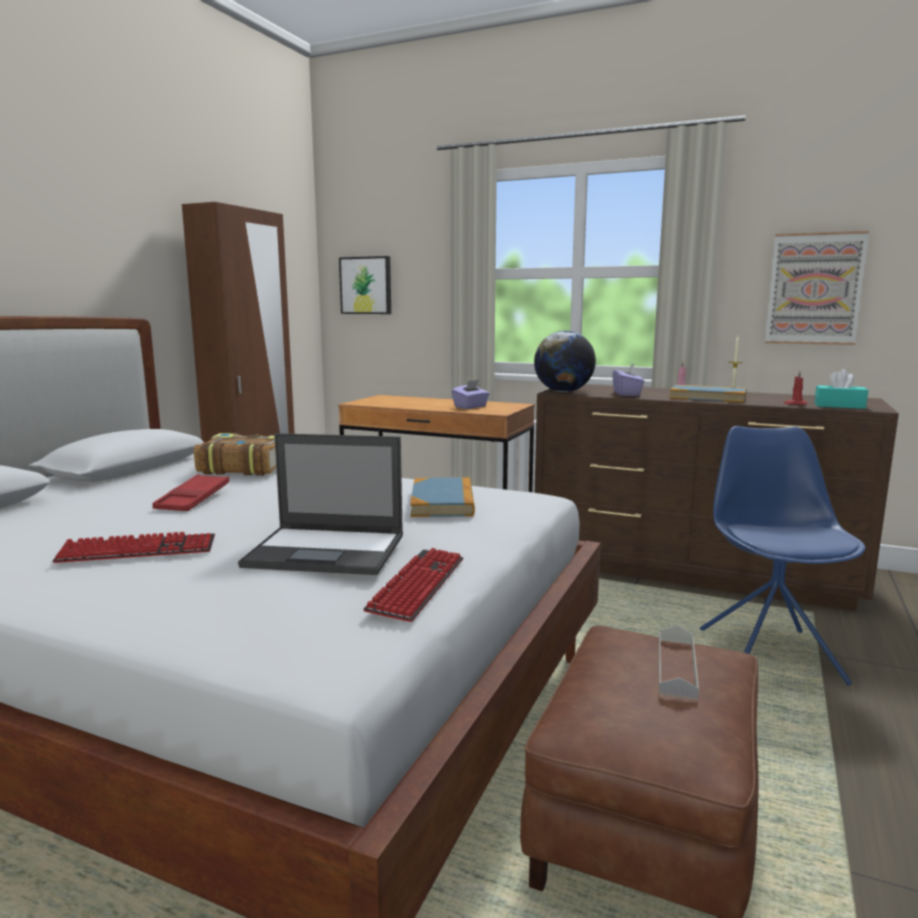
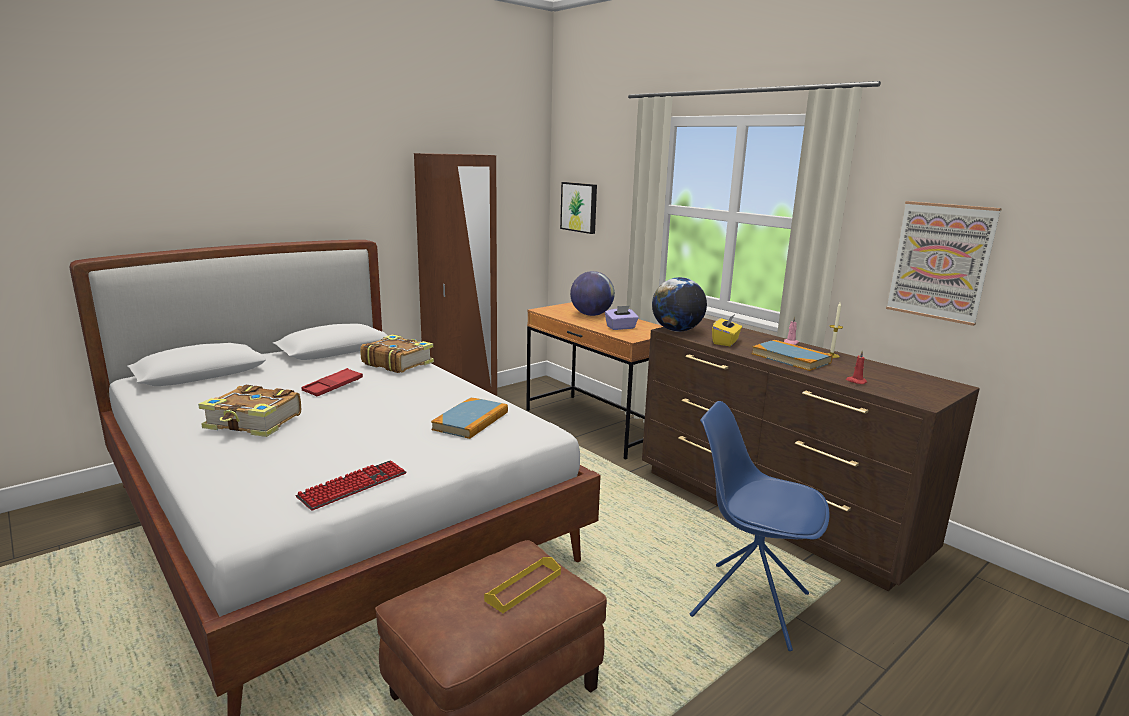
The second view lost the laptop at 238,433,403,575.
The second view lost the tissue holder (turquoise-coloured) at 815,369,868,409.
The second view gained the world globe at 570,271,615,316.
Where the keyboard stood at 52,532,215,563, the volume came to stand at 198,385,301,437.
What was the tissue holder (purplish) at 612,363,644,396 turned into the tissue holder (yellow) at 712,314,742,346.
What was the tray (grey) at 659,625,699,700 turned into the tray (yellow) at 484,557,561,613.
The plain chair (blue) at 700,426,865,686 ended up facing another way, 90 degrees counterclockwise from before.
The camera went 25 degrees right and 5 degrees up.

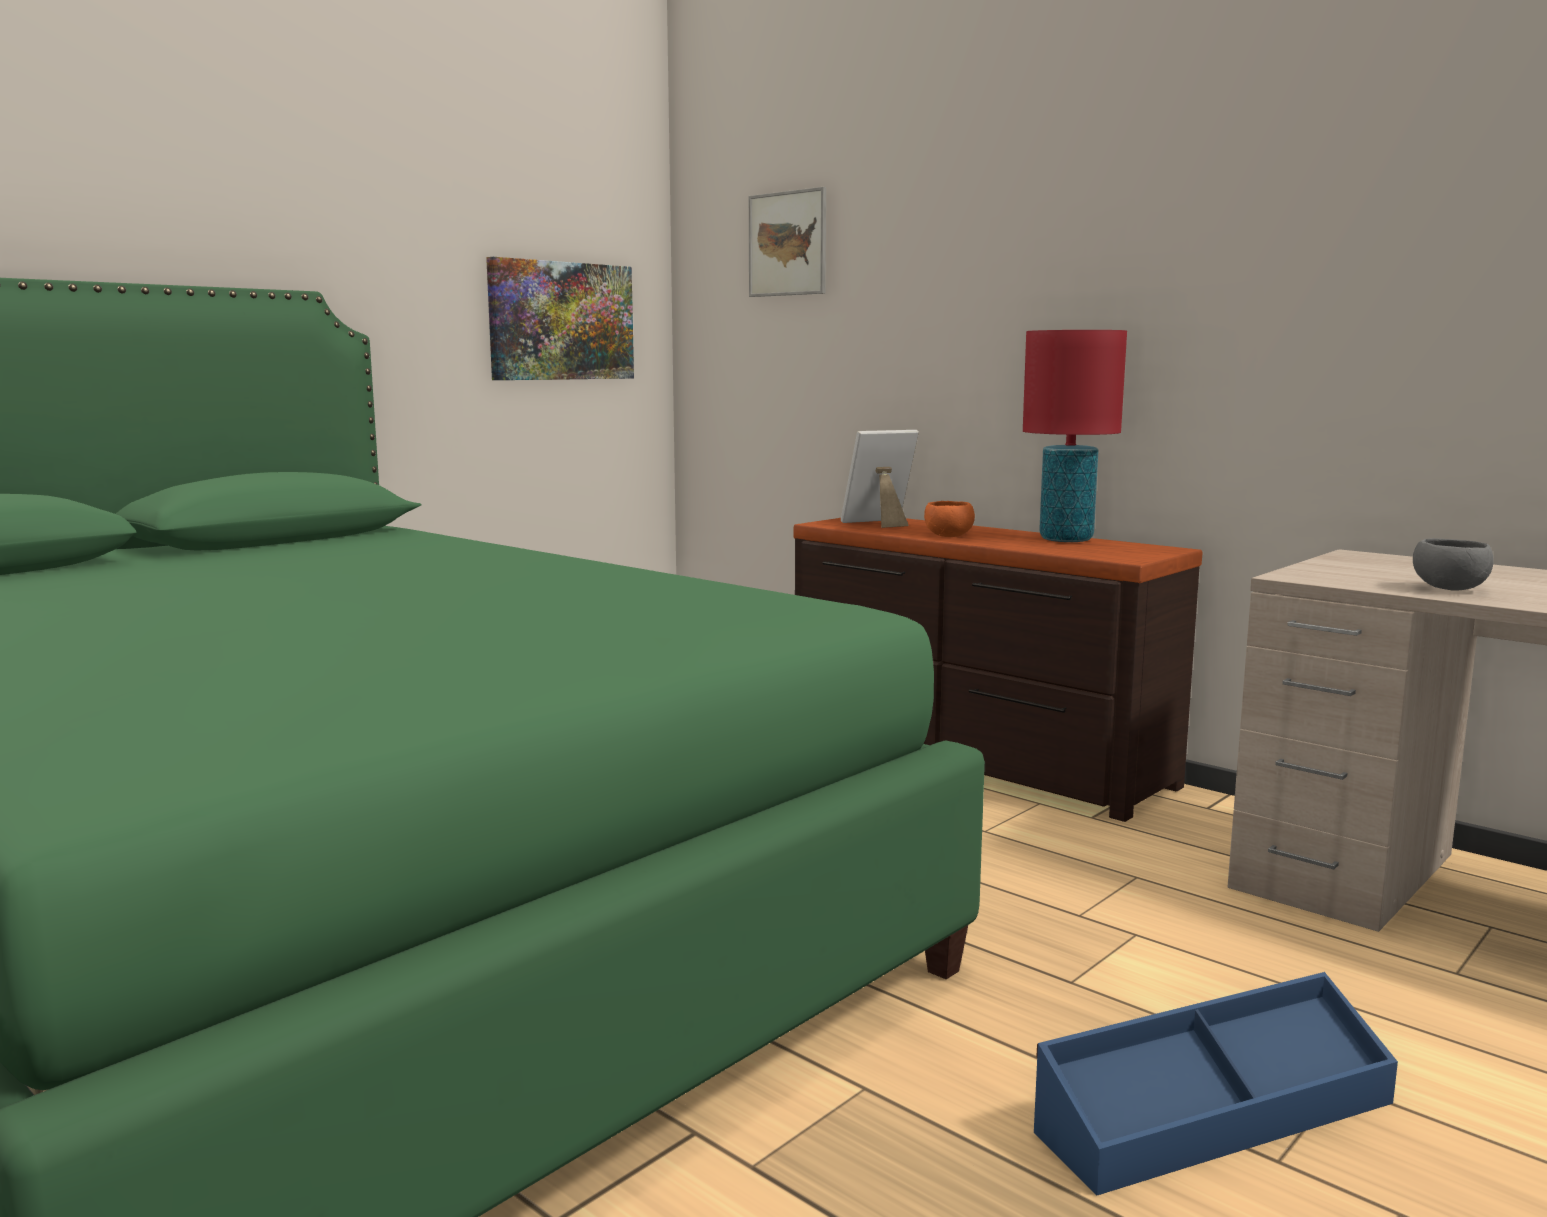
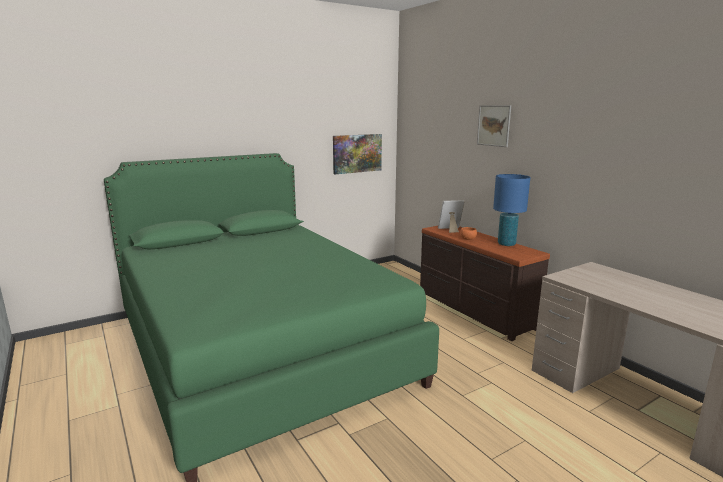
The second view lost the storage bin (blue) at 1034,972,1398,1196.
The second view lost the deep dish (grey) at 1413,538,1494,591.
The wall picture ended up elsewhere, having gone from 749,187,826,297 to 477,105,511,147.
What was the tabletop lamp (red-coloured) at 1023,330,1127,542 turned into the tabletop lamp (blue) at 493,174,530,246.
The camera went 15 degrees right and 5 degrees up.

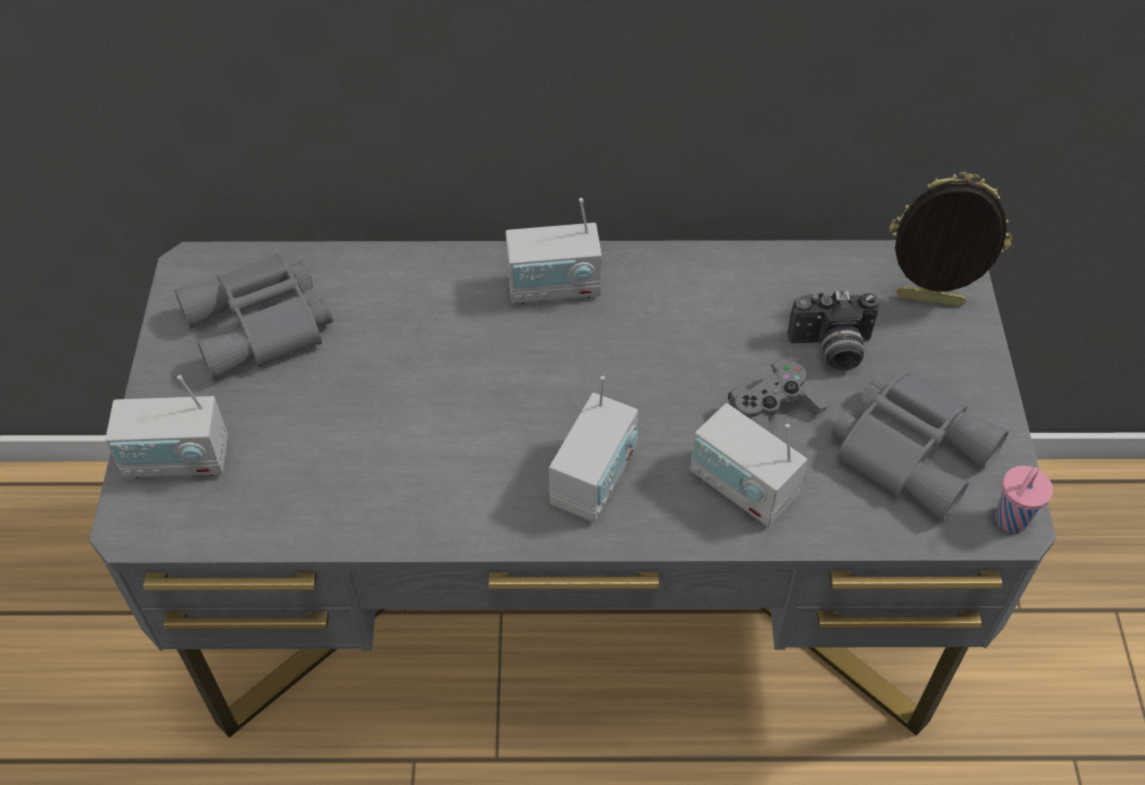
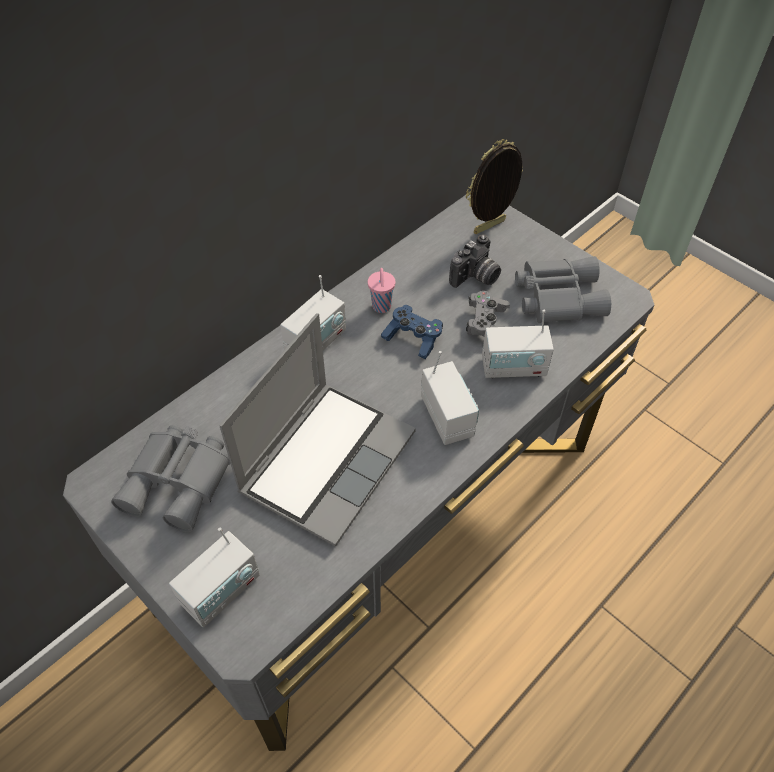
The second view gained the laptop at 219,313,416,547.
The second view gained the game controller (blue) at 381,305,443,359.
The small cup (pink-coloured) ended up elsewhere, having gone from 995,466,1053,533 to 368,268,396,313.
The camera went 45 degrees left and 0 degrees up.

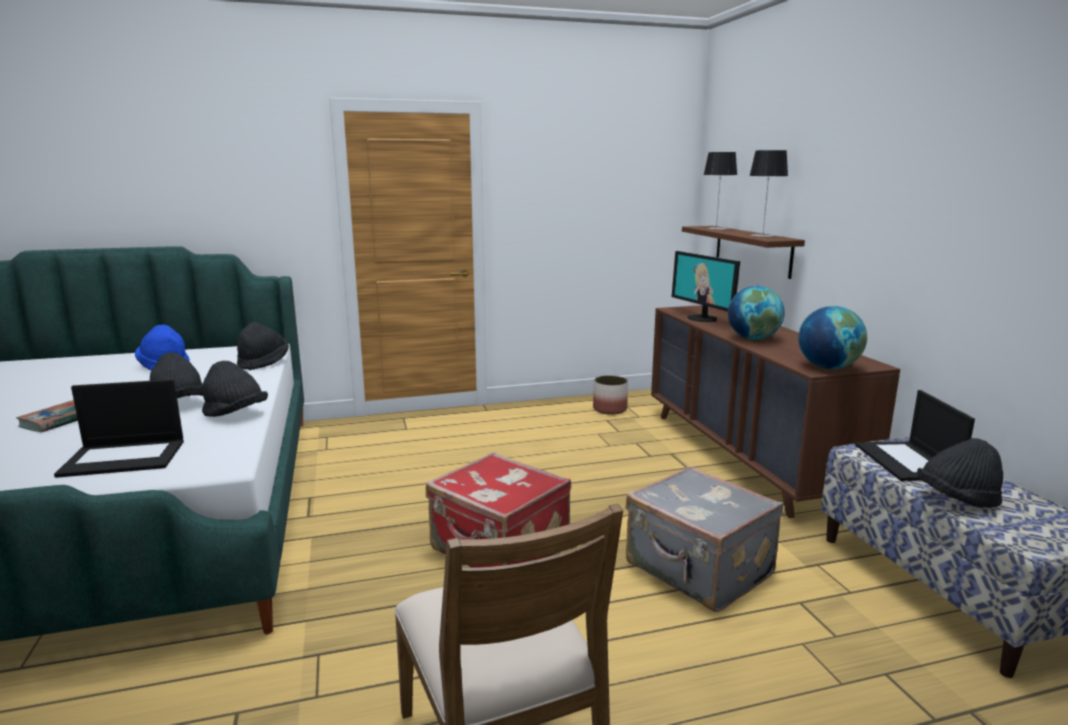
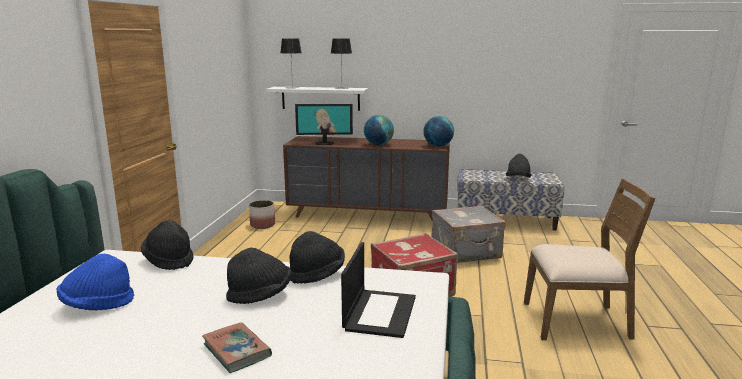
The second view lost the laptop at 855,390,975,481.
What was the bracket shelf (brown-coloured) at 682,226,805,279 turned into the bracket shelf (whitish) at 266,87,368,111.
The camera went 65 degrees left and 0 degrees up.

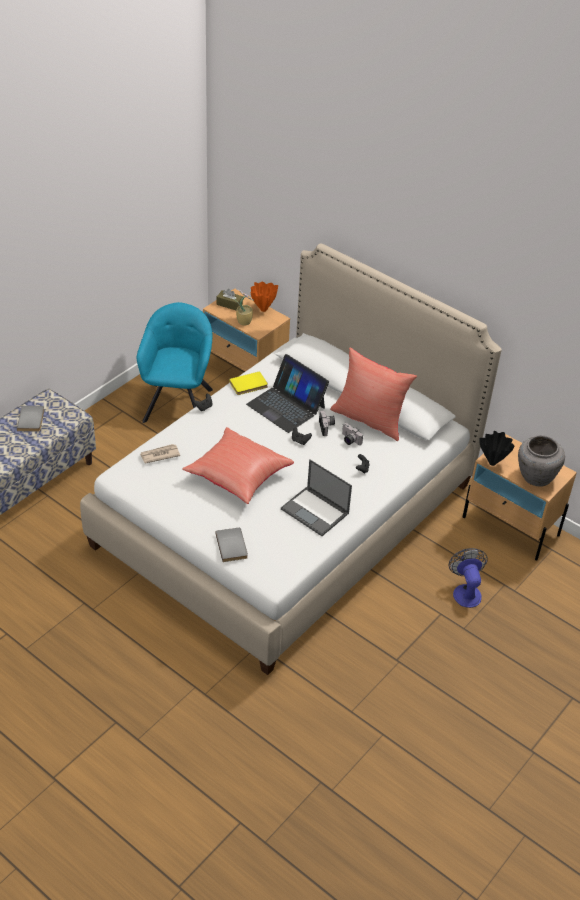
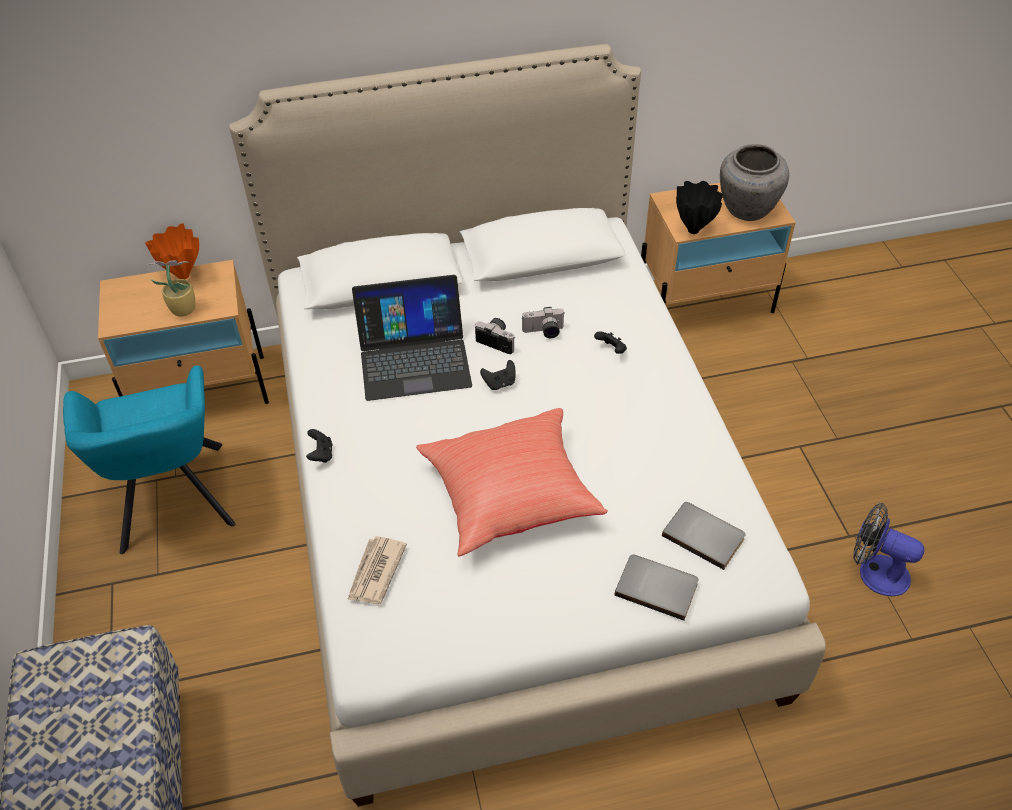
The second view lost the tissue holder (brown-coloured) at 217,289,243,310.
The second view lost the volume (yellow) at 229,371,268,395.
The second view lost the laptop at 281,459,352,536.
The second view lost the pillow (red-coloured) at 330,347,417,441.
The volume (grey) ended up elsewhere, having gone from 17,406,44,432 to 662,502,746,570.
The fan ended up elsewhere, having gone from 449,548,488,608 to 853,503,924,596.
The easy chair (turquoise-coloured) at 137,302,213,423 ended up facing another way, 150 degrees counterclockwise from before.
The camera went 50 degrees left and 5 degrees up.

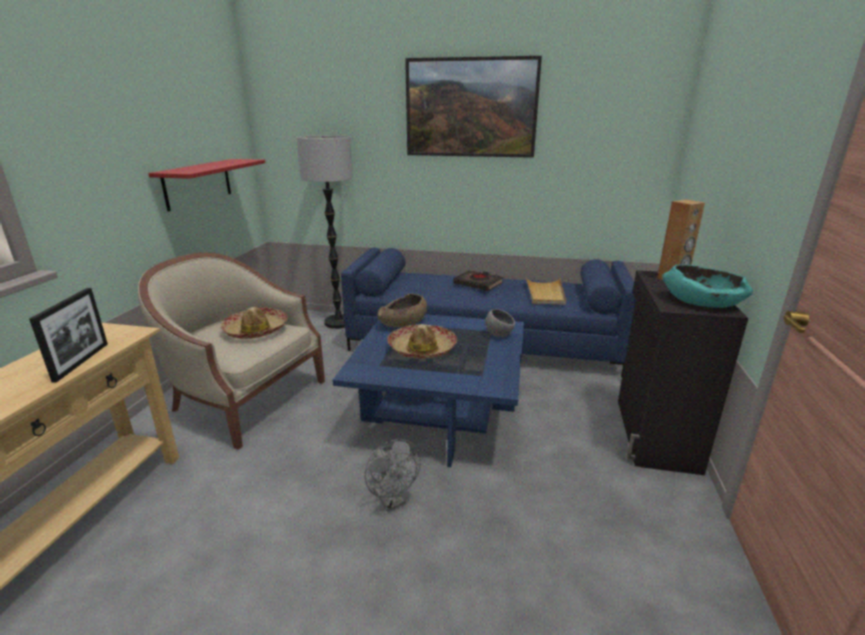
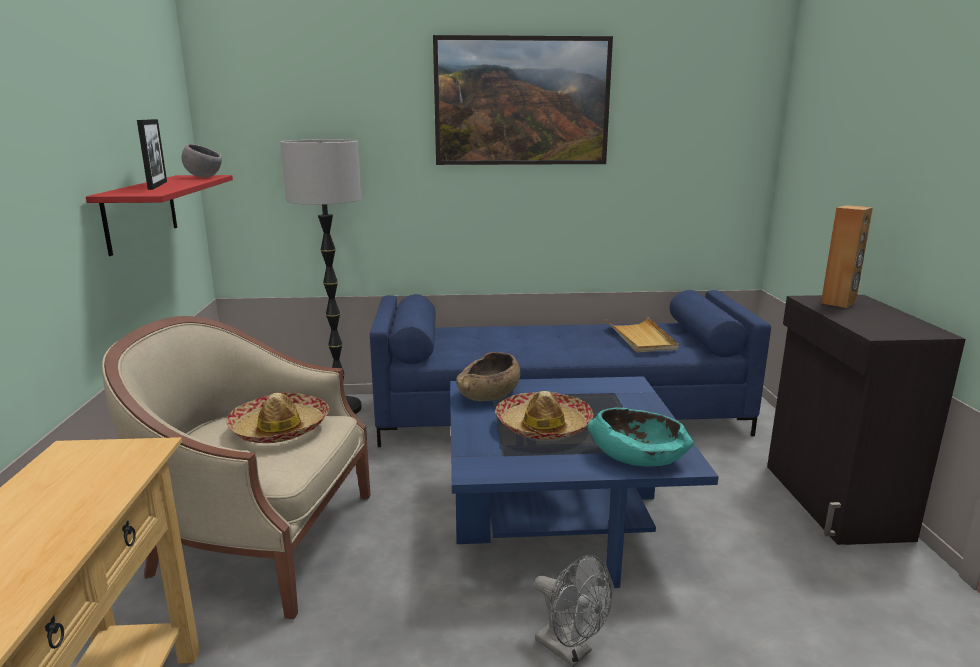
The second view lost the volume (blackish) at 453,270,504,291.
The photo frame ended up elsewhere, having gone from 29,288,108,382 to 137,119,167,190.
The deep dish (grey) ended up elsewhere, having gone from 485,309,515,337 to 181,144,222,177.
The deep dish (turquoise-coloured) ended up elsewhere, having gone from 662,264,753,308 to 587,408,693,466.
The camera went 15 degrees left and 5 degrees down.

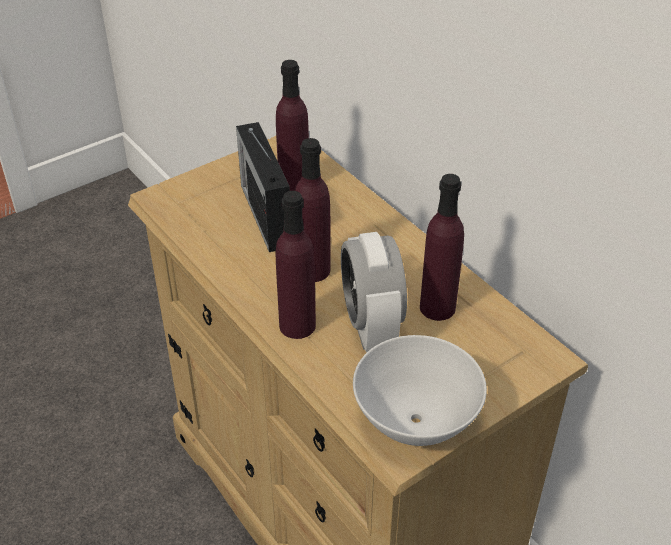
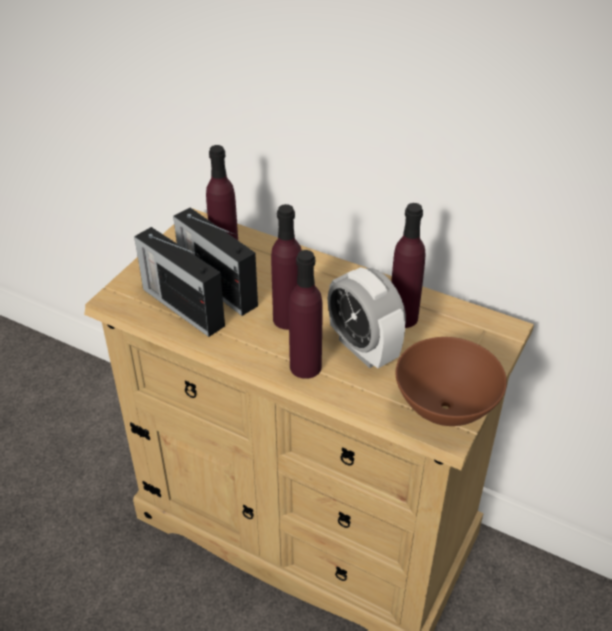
The second view gained the radio set at 134,227,225,337.
What was the deep dish (whitish) at 353,335,487,446 turned into the deep dish (brown-coloured) at 396,337,507,426.
The camera went 25 degrees left and 0 degrees up.

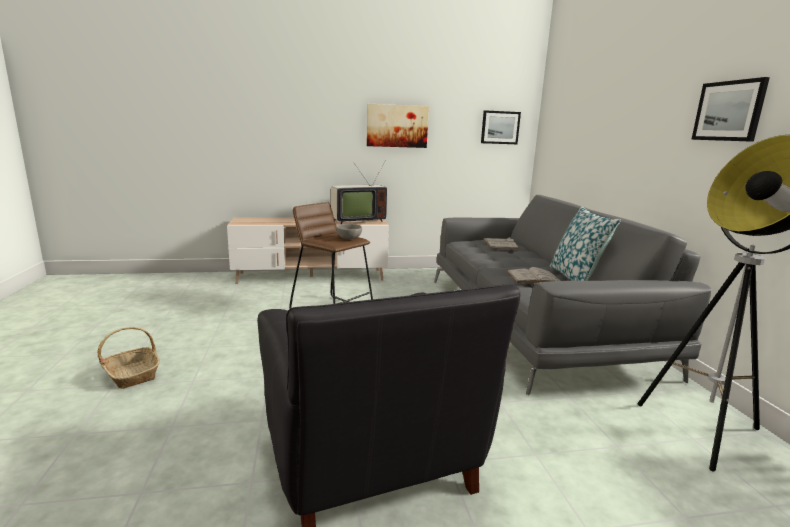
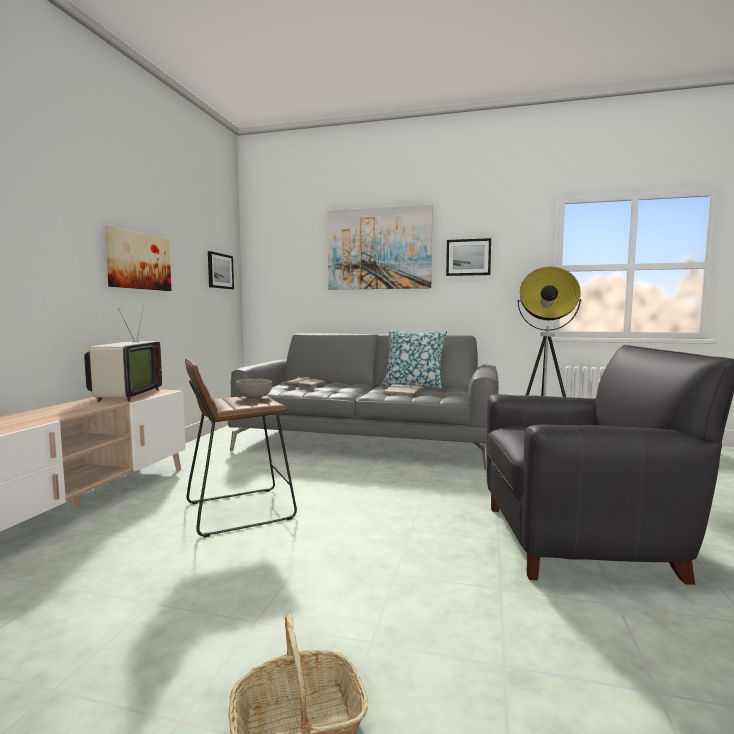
The second view gained the wall picture at 328,204,433,290.
The camera went 65 degrees left and 10 degrees down.

